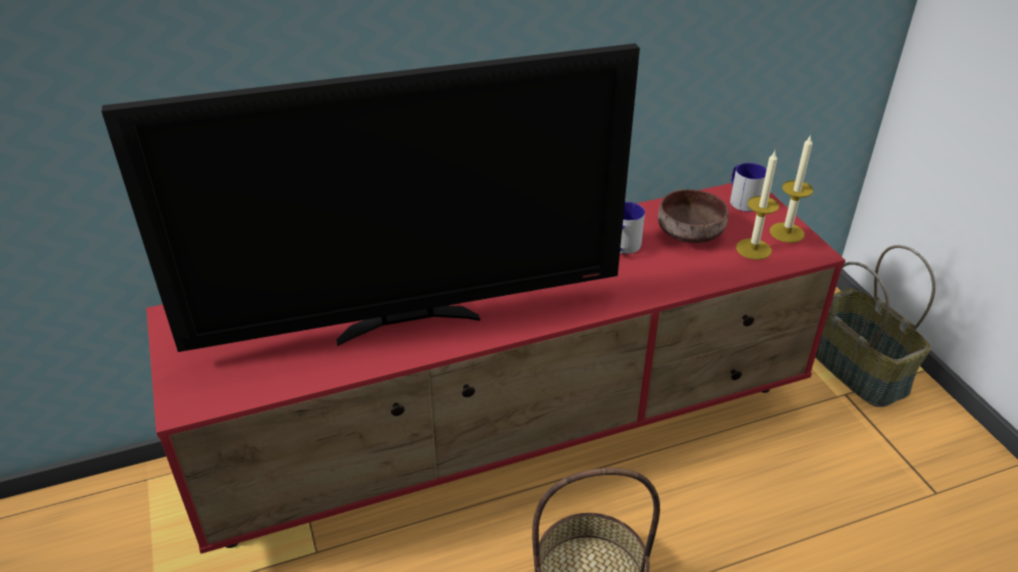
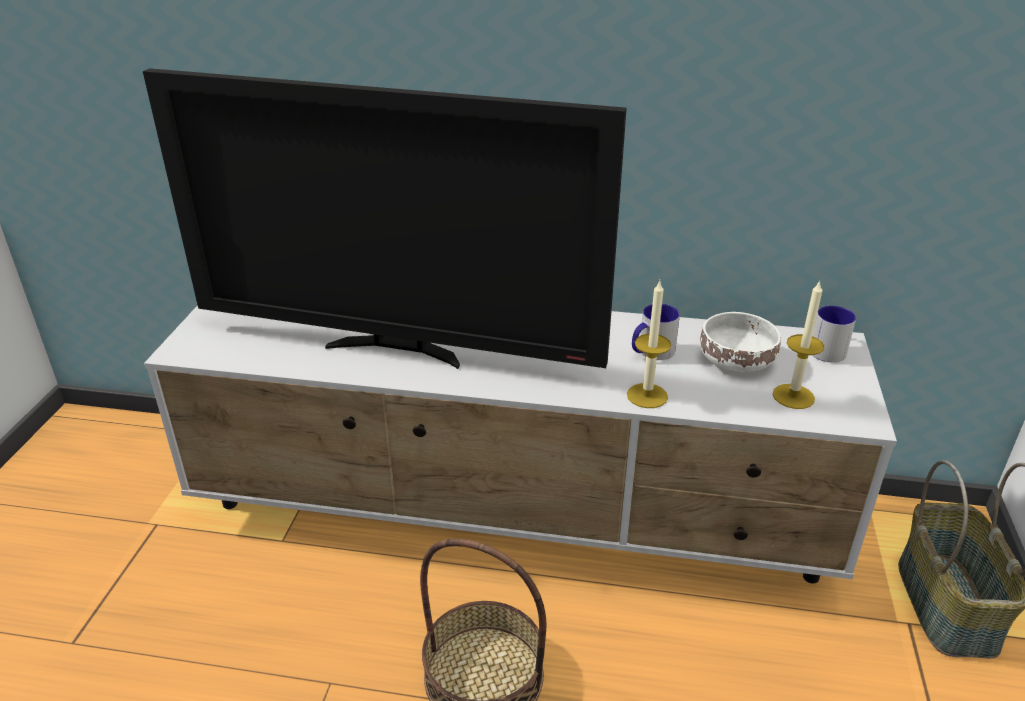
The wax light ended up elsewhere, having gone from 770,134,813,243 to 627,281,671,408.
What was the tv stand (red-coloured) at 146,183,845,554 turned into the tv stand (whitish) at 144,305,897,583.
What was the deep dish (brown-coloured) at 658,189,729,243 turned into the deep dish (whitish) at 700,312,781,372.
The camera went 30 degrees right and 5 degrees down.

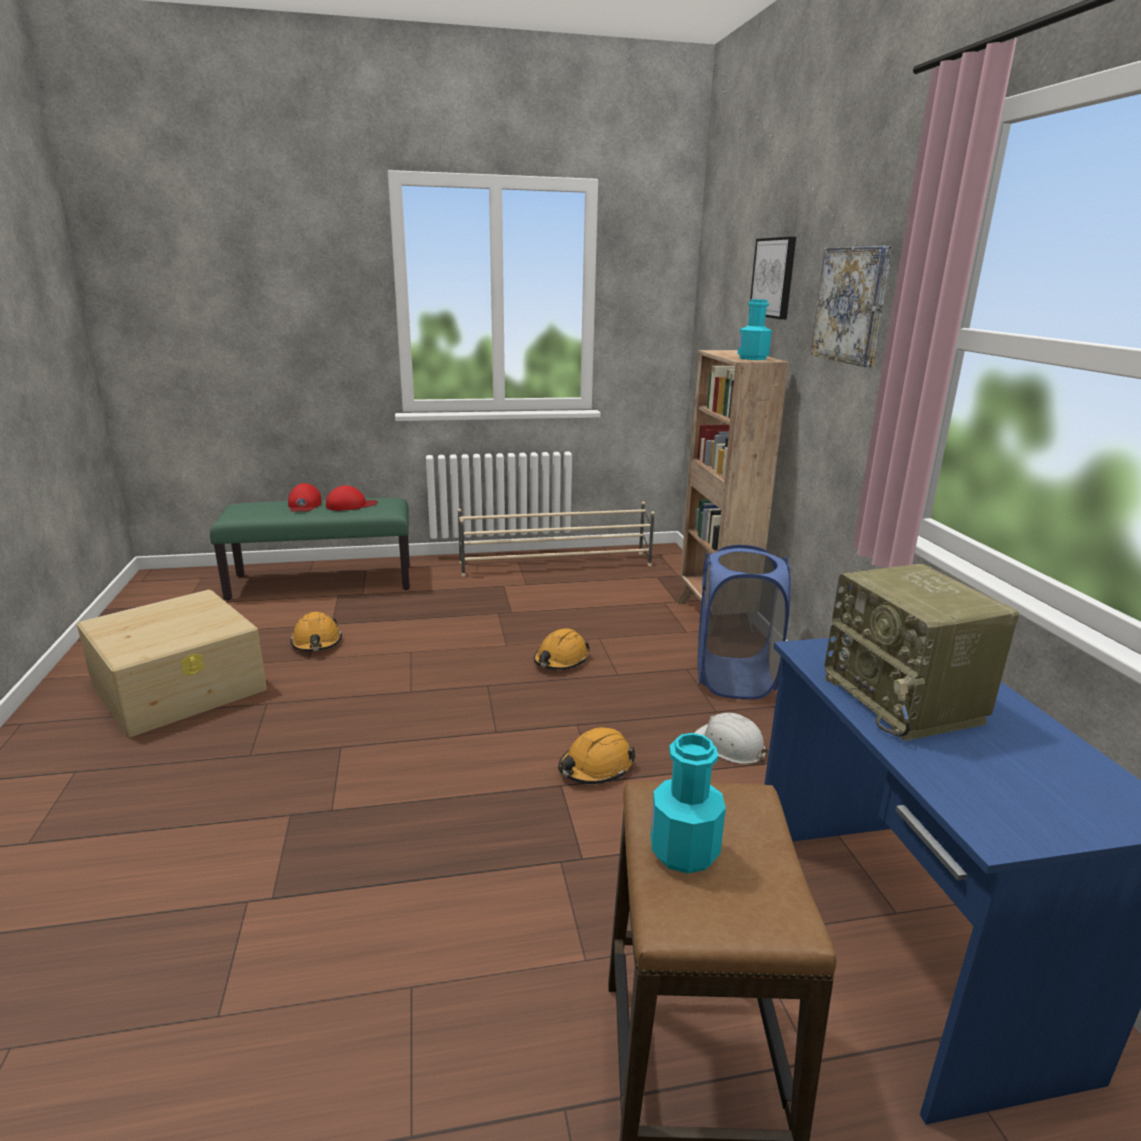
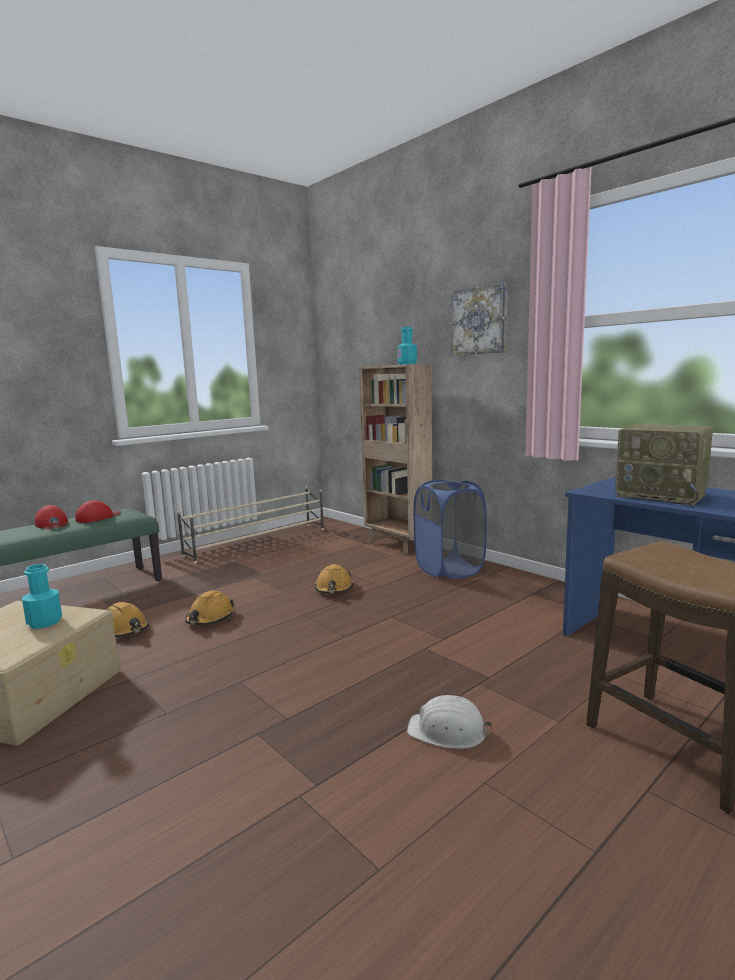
The second view lost the wall picture at 749,237,796,319.
The work helmet (orangey) ended up elsewhere, having gone from 558,727,636,784 to 185,591,235,625.
The bottle (turquoise-coloured) ended up elsewhere, having gone from 651,733,726,874 to 22,564,62,629.
The work helmet (whitish) ended up elsewhere, having gone from 694,713,769,764 to 407,695,492,749.
The camera went 30 degrees left and 10 degrees down.

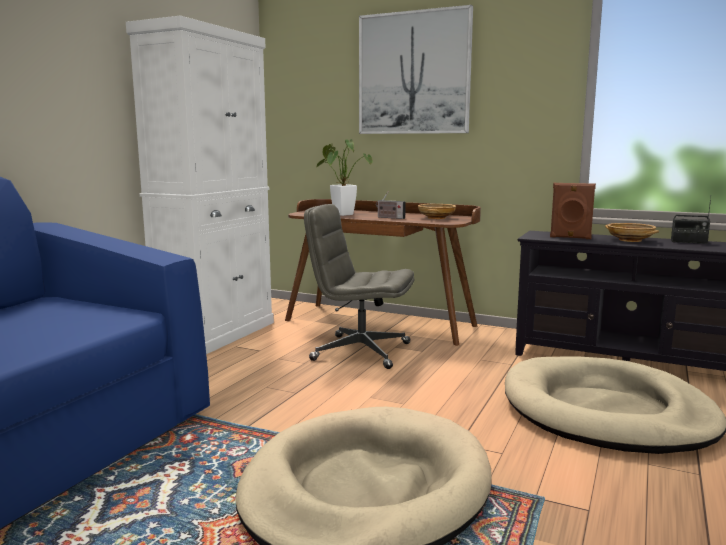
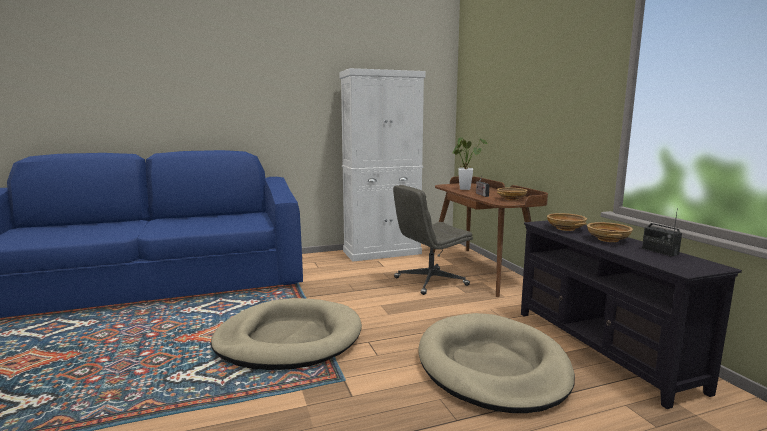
The second view lost the wall picture at 359,5,473,134.
Where the speaker (brown-coloured) stood at 550,183,596,239, the deep dish (beige) came to stand at 547,213,587,231.
The computer chair (grey) at 304,204,414,369 ended up facing another way, 90 degrees counterclockwise from before.
The camera went 45 degrees right and 0 degrees up.

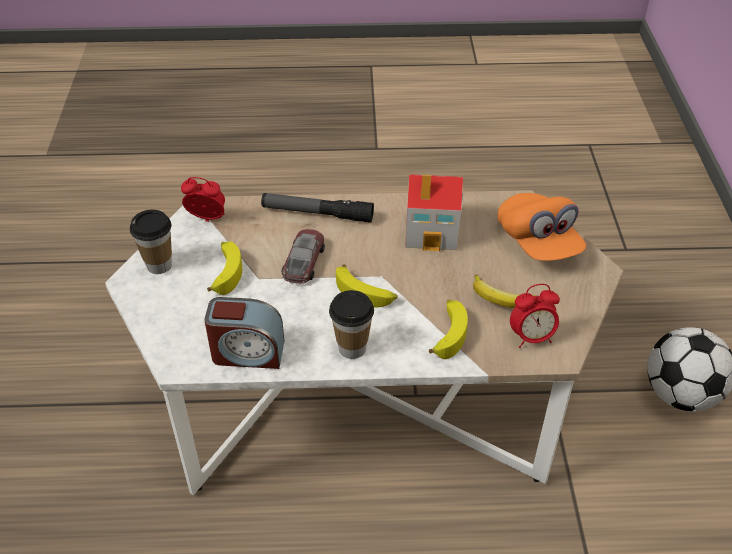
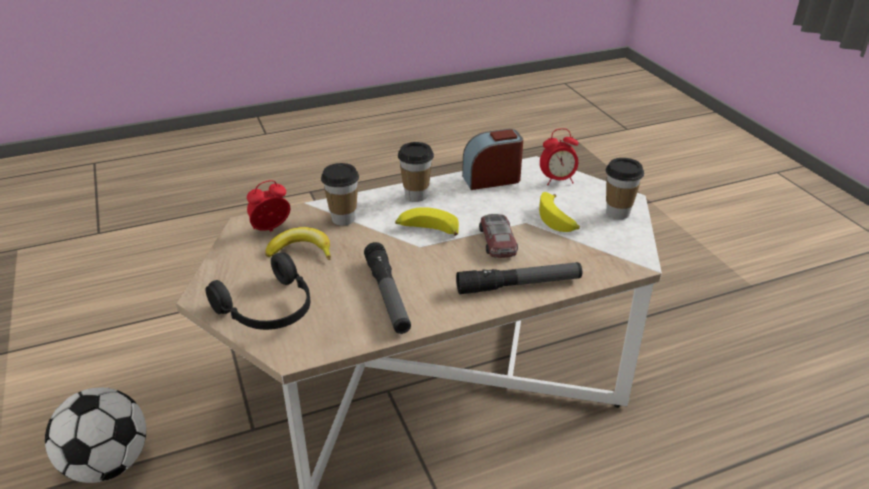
The bedside clock ended up elsewhere, having gone from 181,177,225,222 to 540,128,578,185.
Where the toy house stood at 405,174,463,251, the flashlight came to stand at 364,242,411,334.
Where the banana fruit stood at 429,299,468,359, the small cup came to stand at 321,163,359,226.
Where the baseball cap (orangey) stood at 498,193,586,261, the headphones (blackish) came to stand at 205,253,310,330.
The camera went 160 degrees right and 10 degrees down.

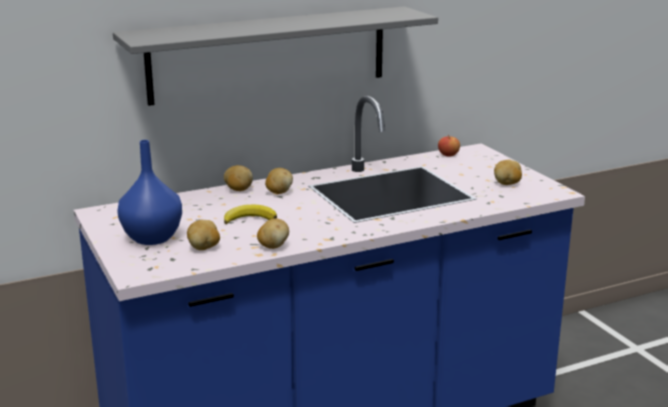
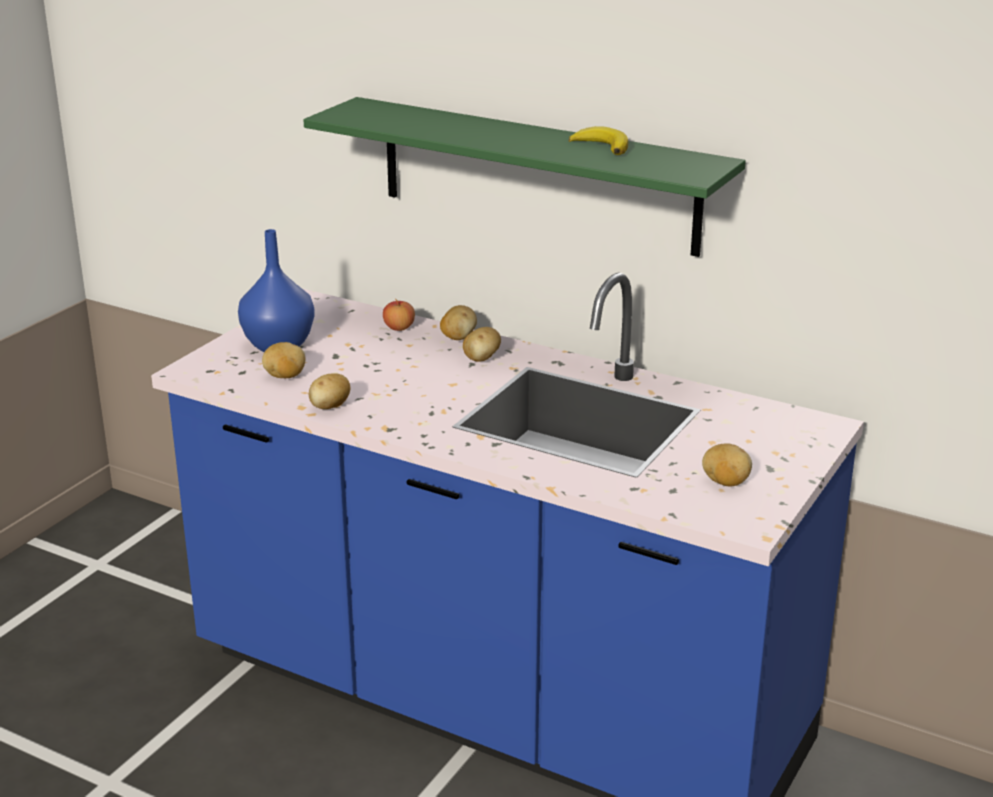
The banana fruit ended up elsewhere, having gone from 224,205,277,224 to 569,126,628,155.
The whole apple ended up elsewhere, having gone from 438,135,460,157 to 383,299,415,331.
What was the bracket shelf (grey) at 113,6,438,106 turned into the bracket shelf (greenish) at 303,97,746,257.
The camera went 55 degrees right and 5 degrees up.

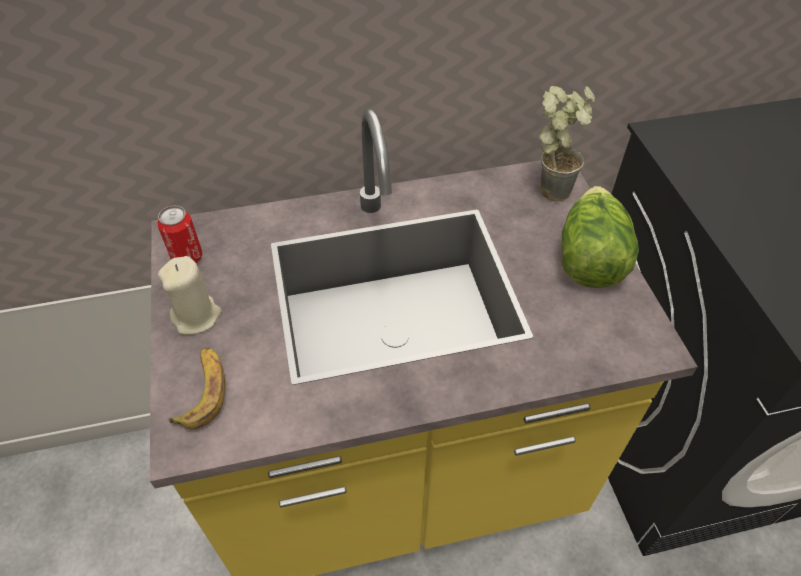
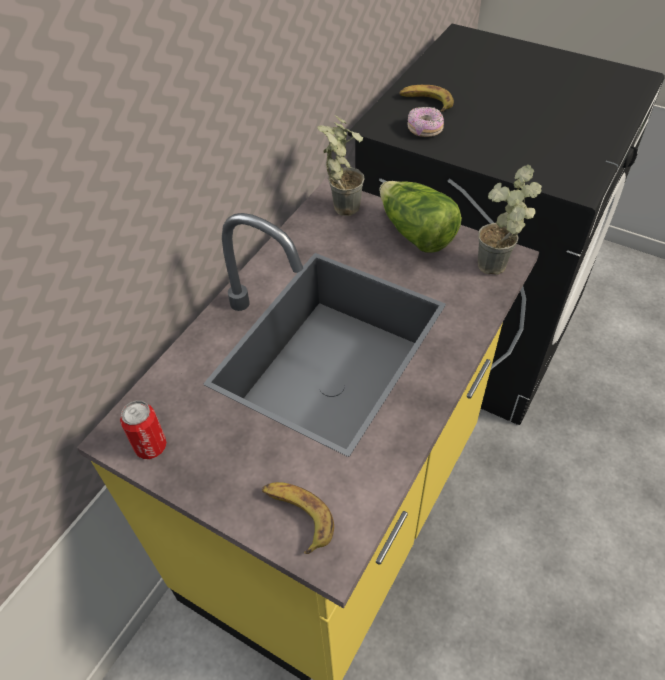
The second view lost the wax light (beige) at 158,256,221,335.
The second view gained the banana fruit at 399,85,454,112.
The second view gained the donut at 407,107,444,137.
The second view gained the houseplant at 478,165,542,275.
The camera went 45 degrees left and 0 degrees up.

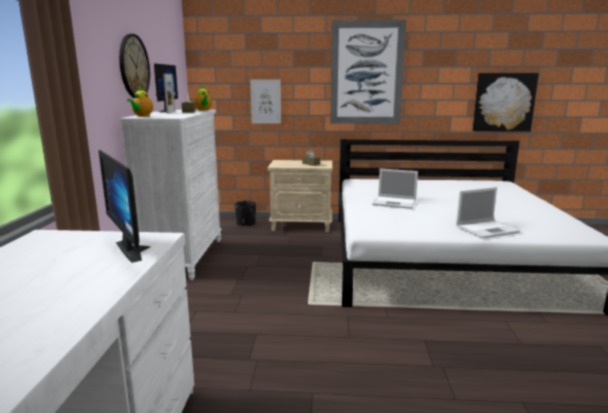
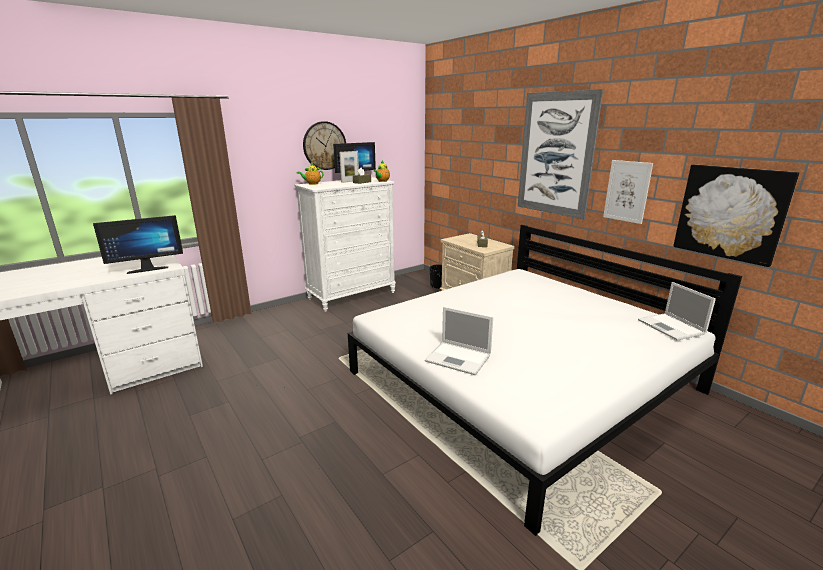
The wall picture ended up elsewhere, having gone from 250,79,281,124 to 603,160,653,224.
The laptop ended up elsewhere, having gone from 372,168,418,209 to 638,282,716,341.
The monitor at 98,150,150,263 ended up facing another way, 135 degrees counterclockwise from before.
The camera went 50 degrees right and 5 degrees up.

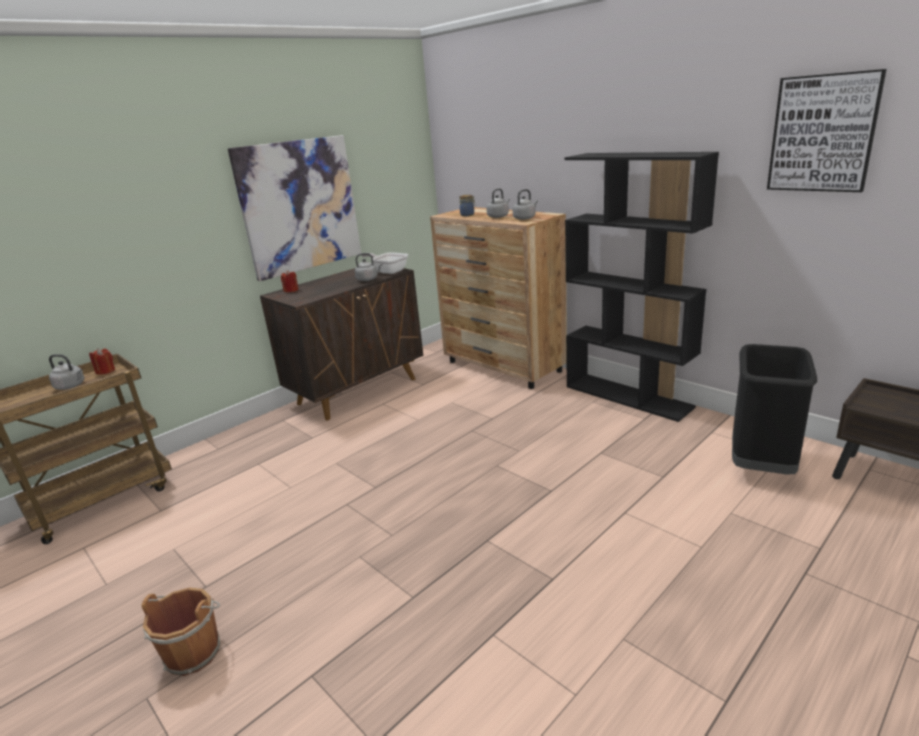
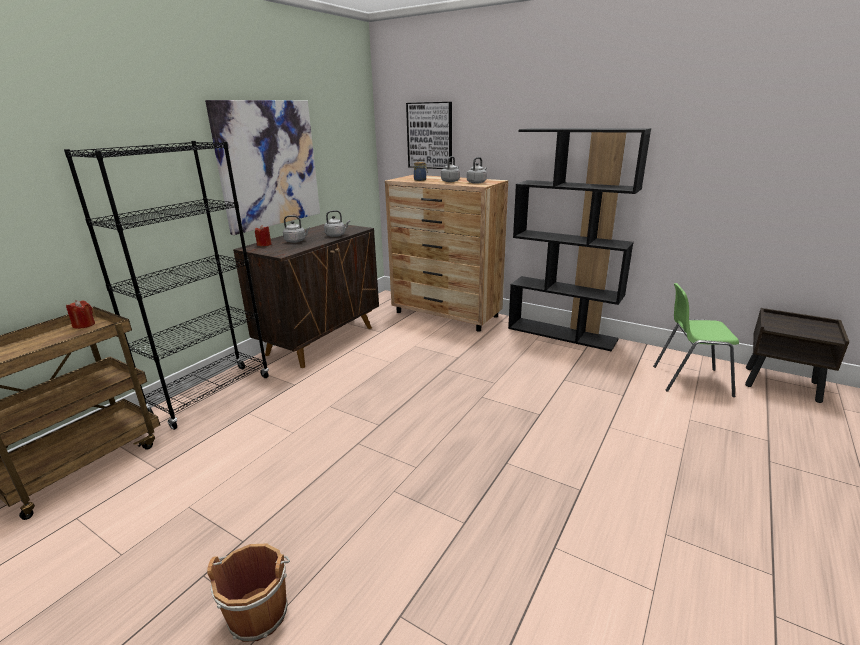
The second view lost the pan at 361,252,408,274.
The second view gained the shelving unit (blackish) at 64,141,269,430.
The tea kettle (grey) ended up elsewhere, having gone from 49,354,84,390 to 283,215,310,243.
The wall picture ended up elsewhere, having gone from 767,69,887,192 to 406,102,452,169.
Where the waste bin (blackish) stood at 732,344,817,475, the plain chair (greenish) came to stand at 653,283,739,397.
The camera went 15 degrees left and 0 degrees up.

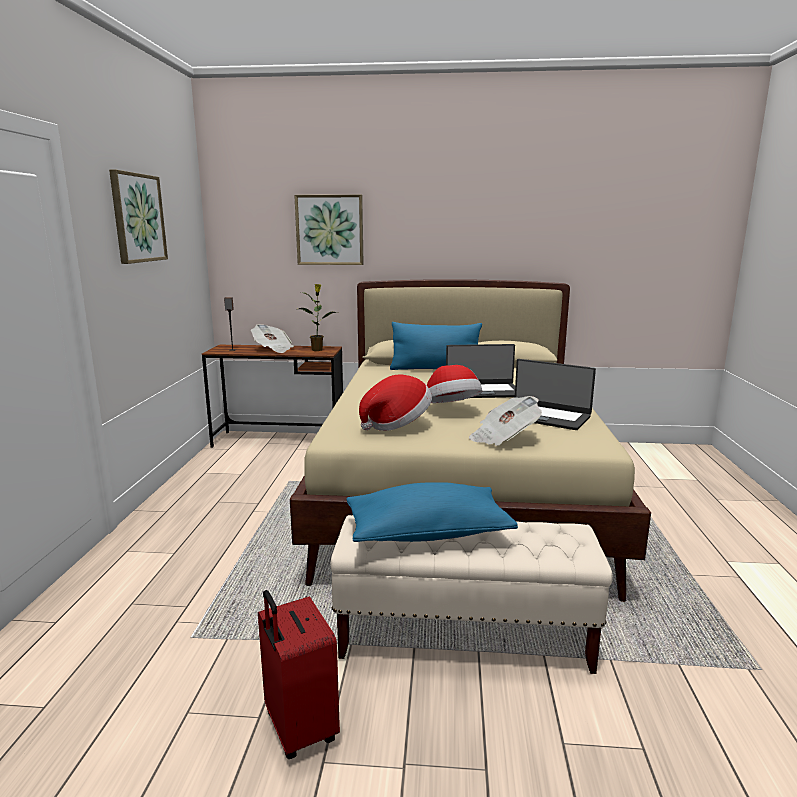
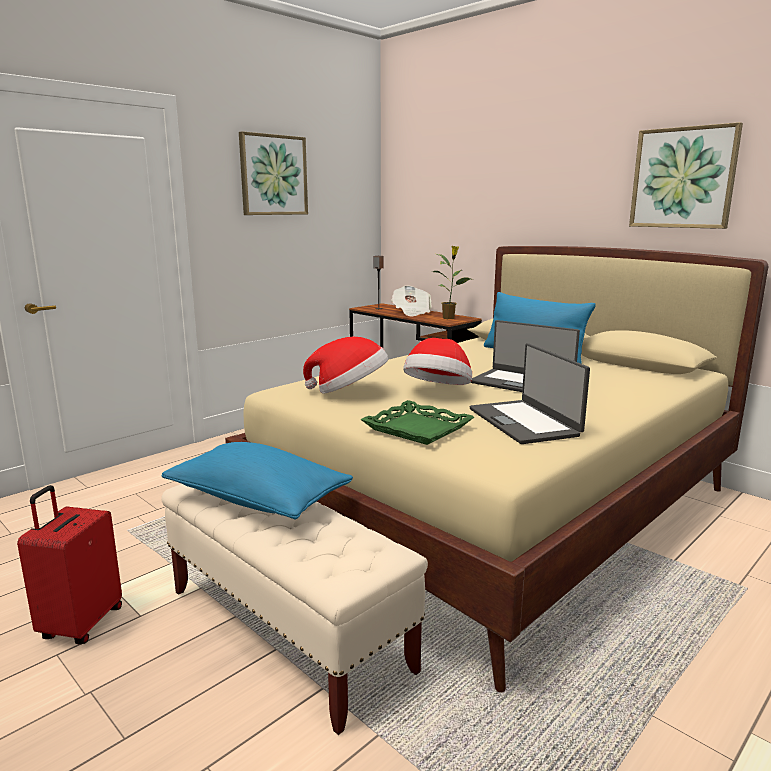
The wall picture ended up elsewhere, having gone from 294,195,364,265 to 629,122,743,229.
Where the newspaper stood at 469,396,542,446, the tray (greenish) came to stand at 361,400,474,445.
The camera went 40 degrees right and 0 degrees up.

